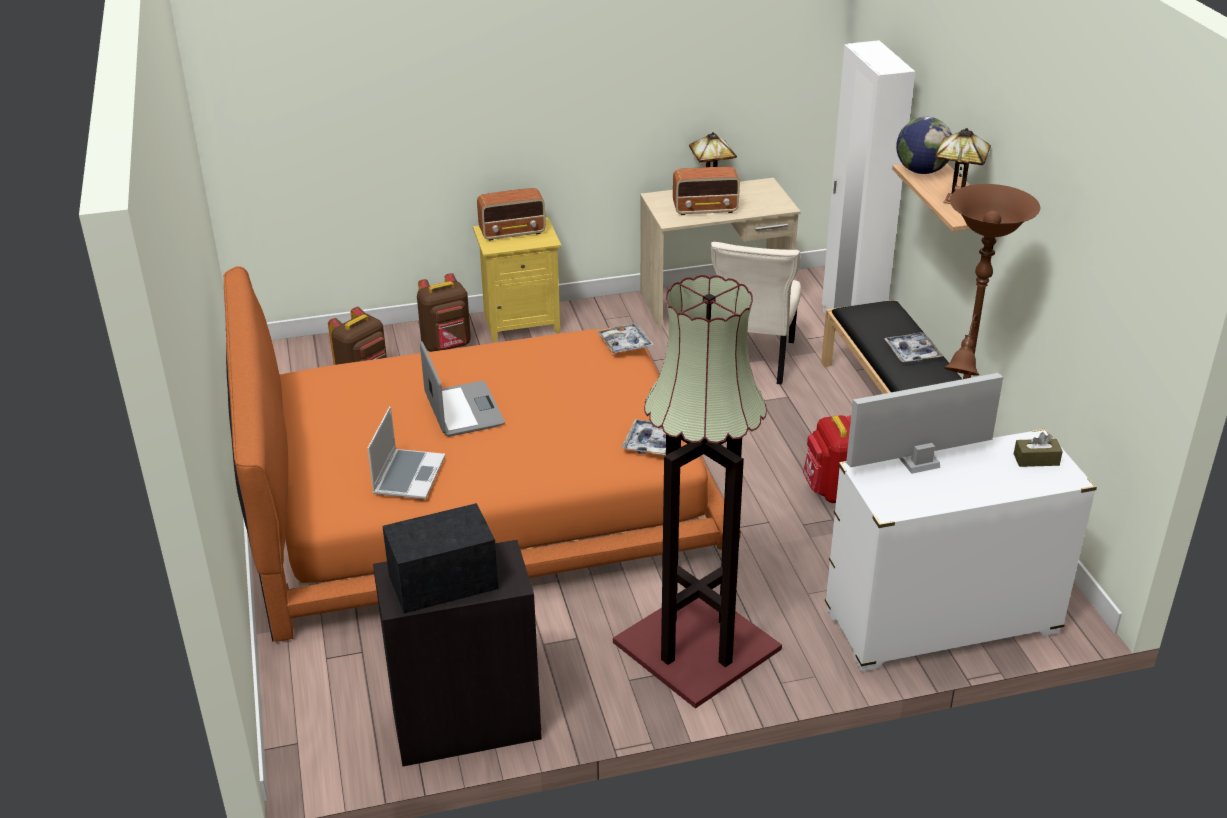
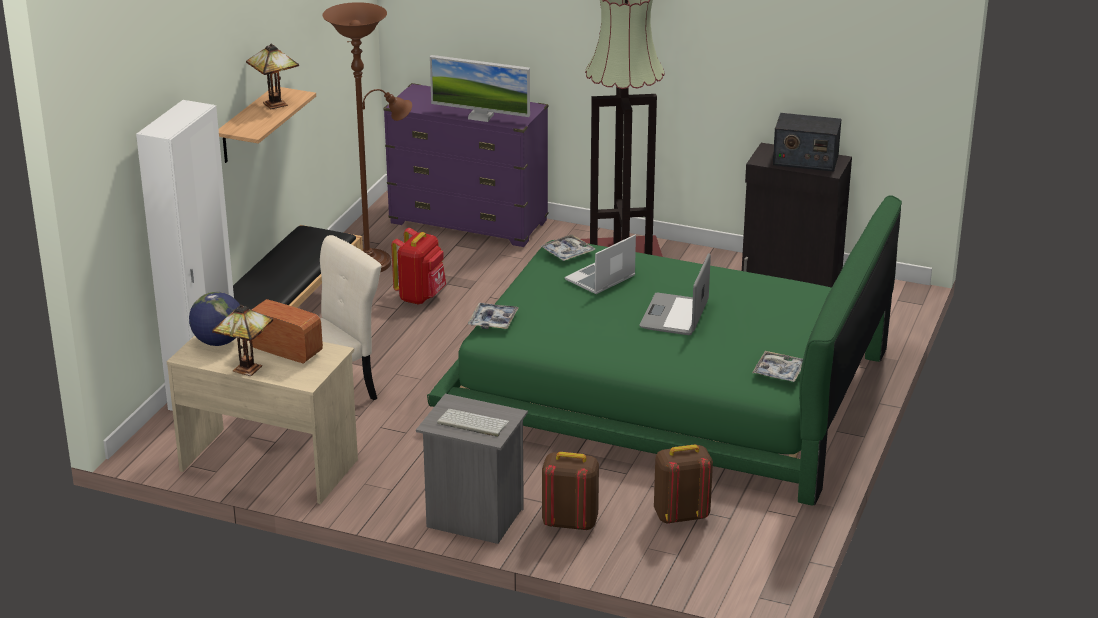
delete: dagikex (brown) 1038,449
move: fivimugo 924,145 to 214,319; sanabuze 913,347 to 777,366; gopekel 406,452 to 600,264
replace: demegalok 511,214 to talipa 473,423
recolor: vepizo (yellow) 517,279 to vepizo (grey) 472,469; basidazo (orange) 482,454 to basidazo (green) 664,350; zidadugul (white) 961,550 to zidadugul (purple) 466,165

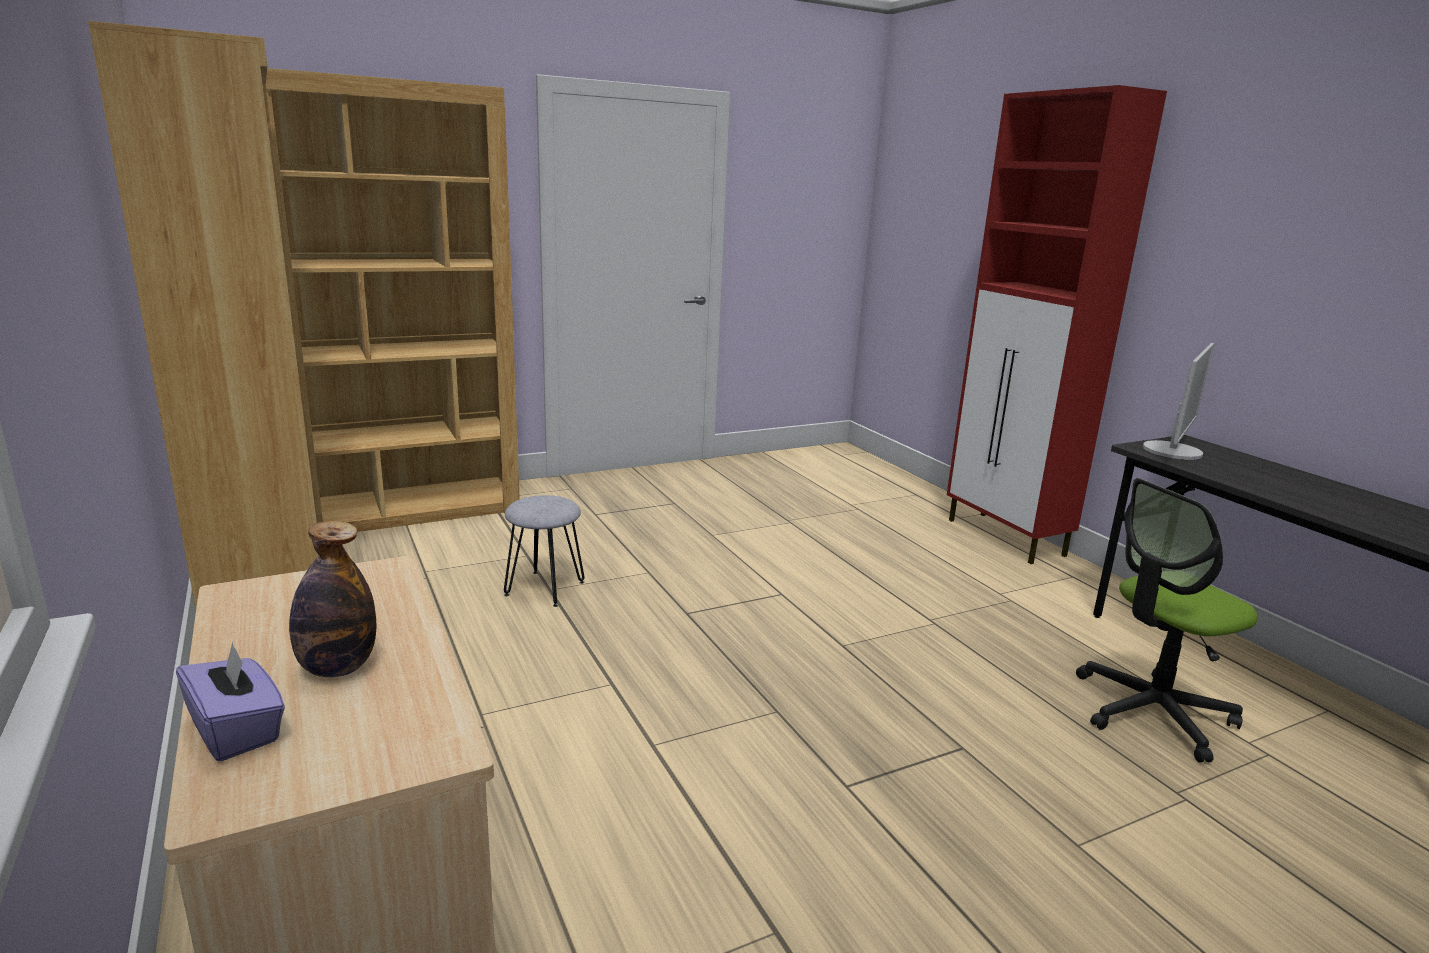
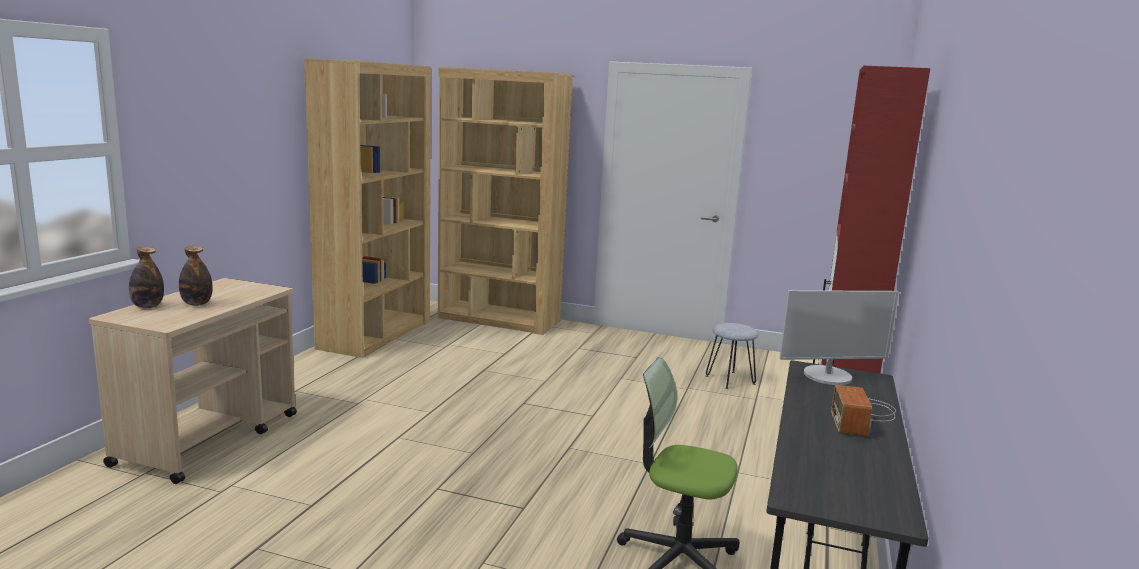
insert: demegalok 863,410
move: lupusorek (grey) 544,551 to 732,356
replace: dagikex (purple) 230,702 to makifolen 146,277

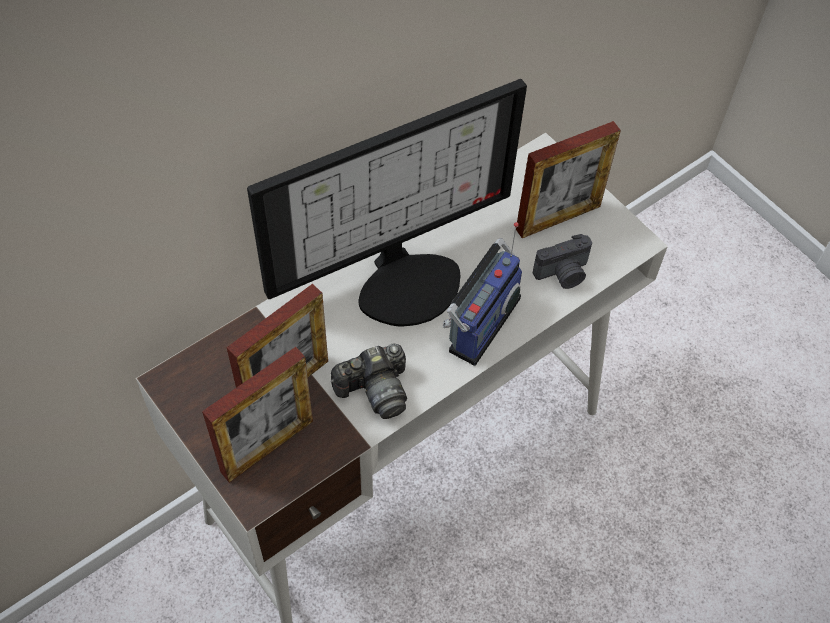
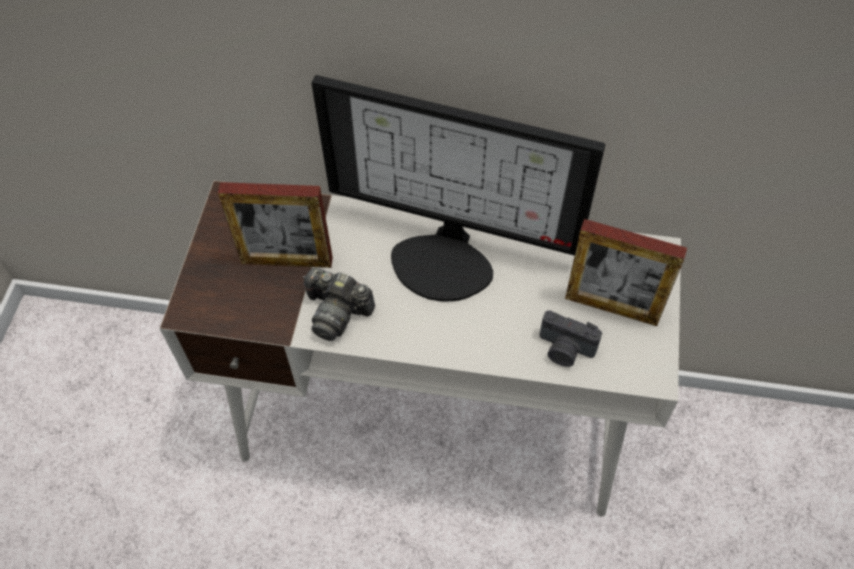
delete: demegalok 482,294; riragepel 257,415

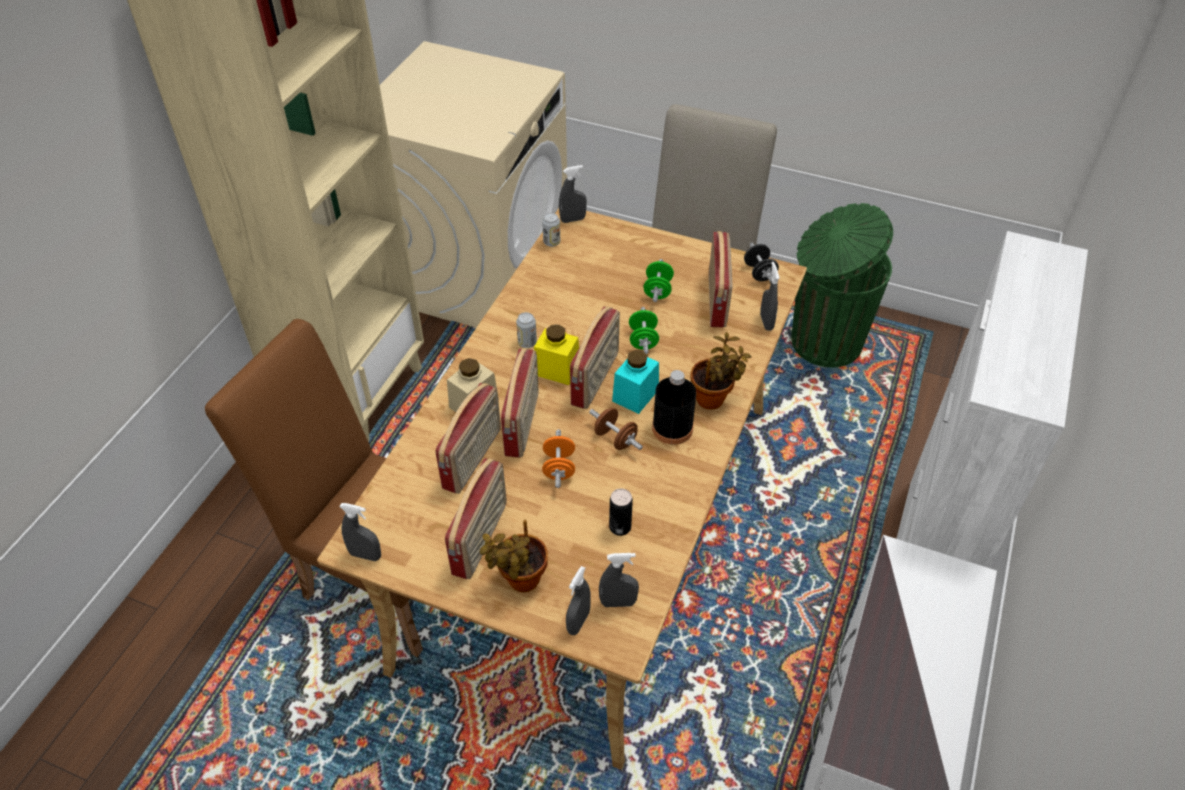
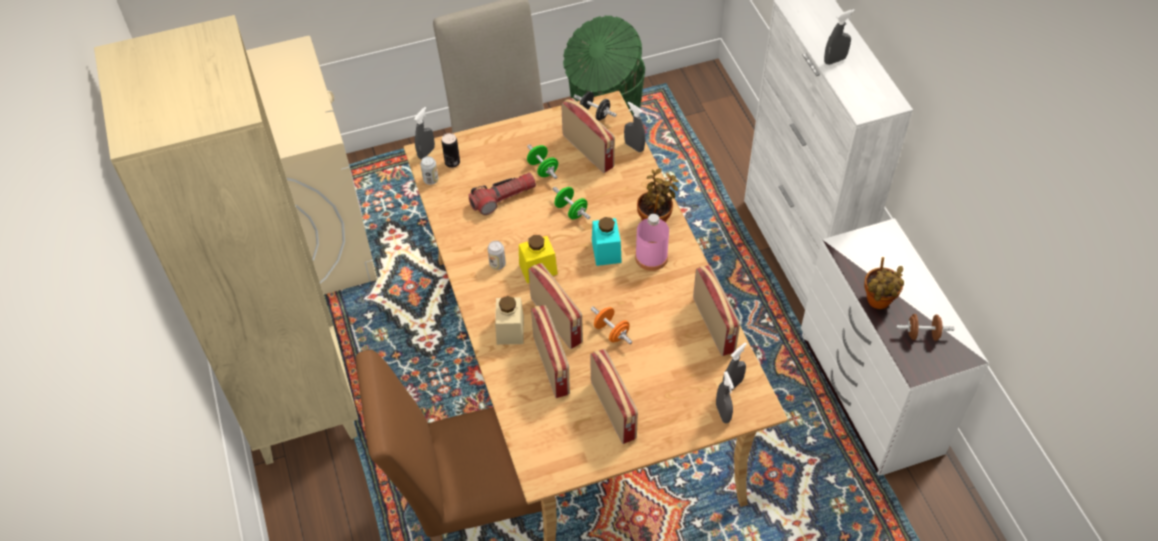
insert: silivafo 502,194
move: demegalok 595,357 to 716,310; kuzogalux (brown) 616,429 to 925,327; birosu 621,512 to 451,150; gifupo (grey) 360,532 to 839,37; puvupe 514,556 to 884,283
recolor: makifolen (black) 674,407 to makifolen (pink) 652,242

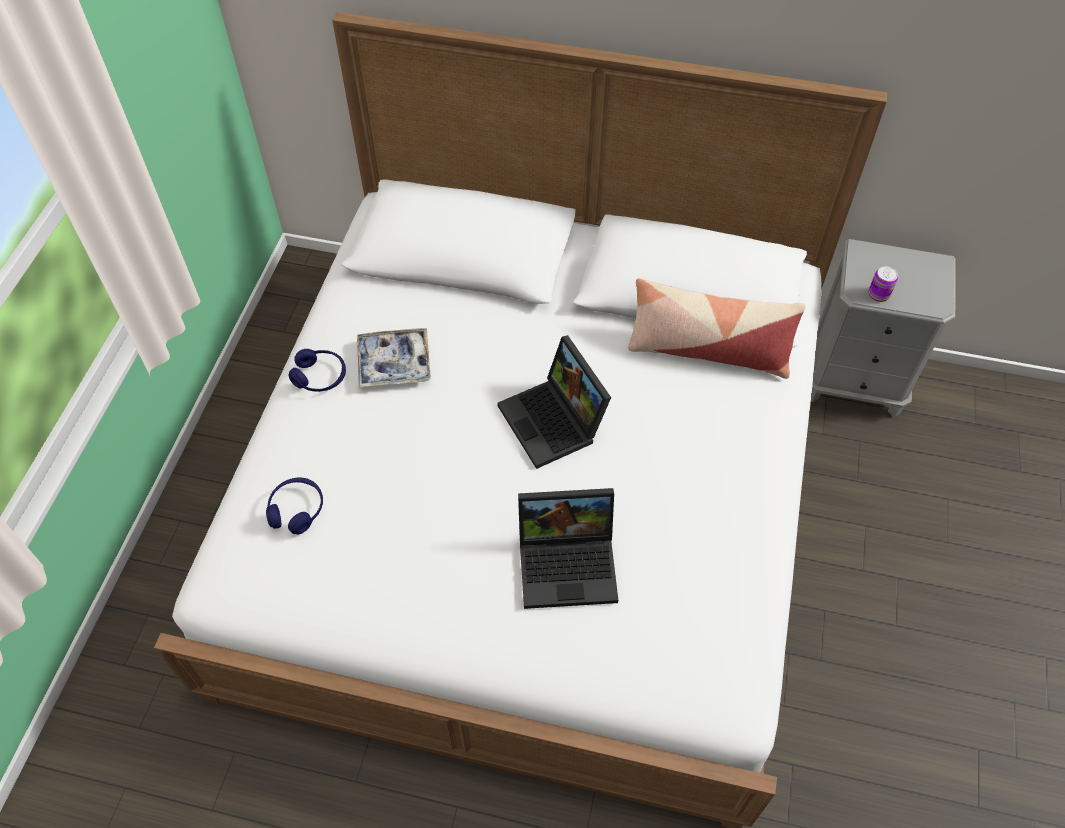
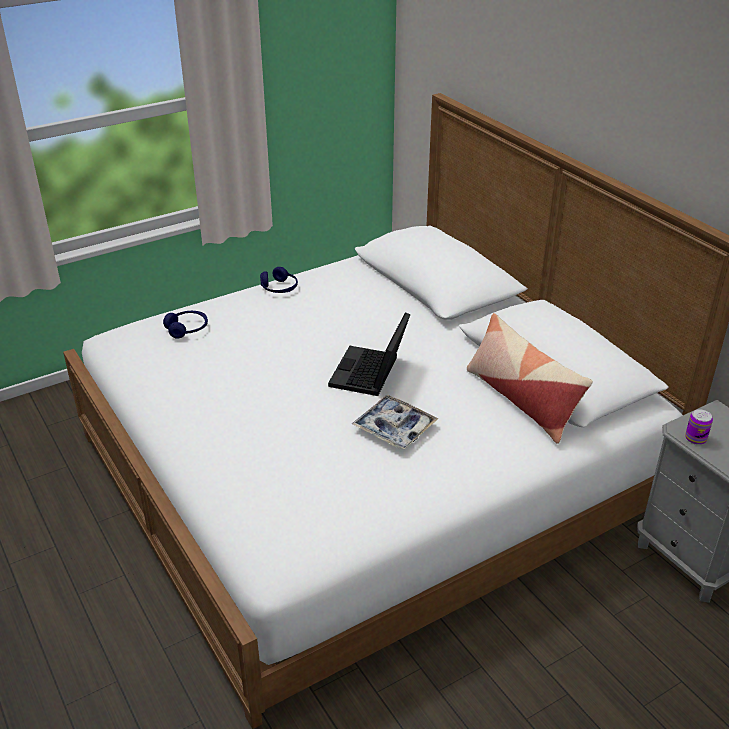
delete: gopekel 568,548
move: sanabuze 394,357 to 395,422

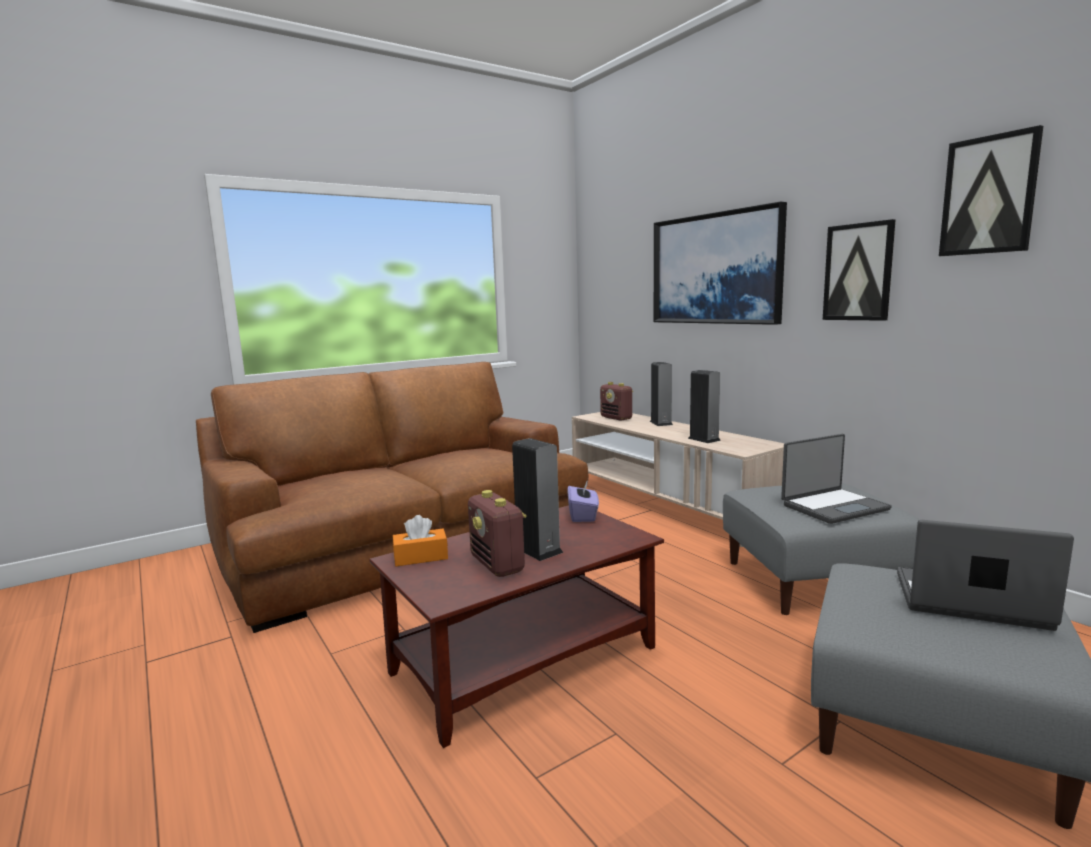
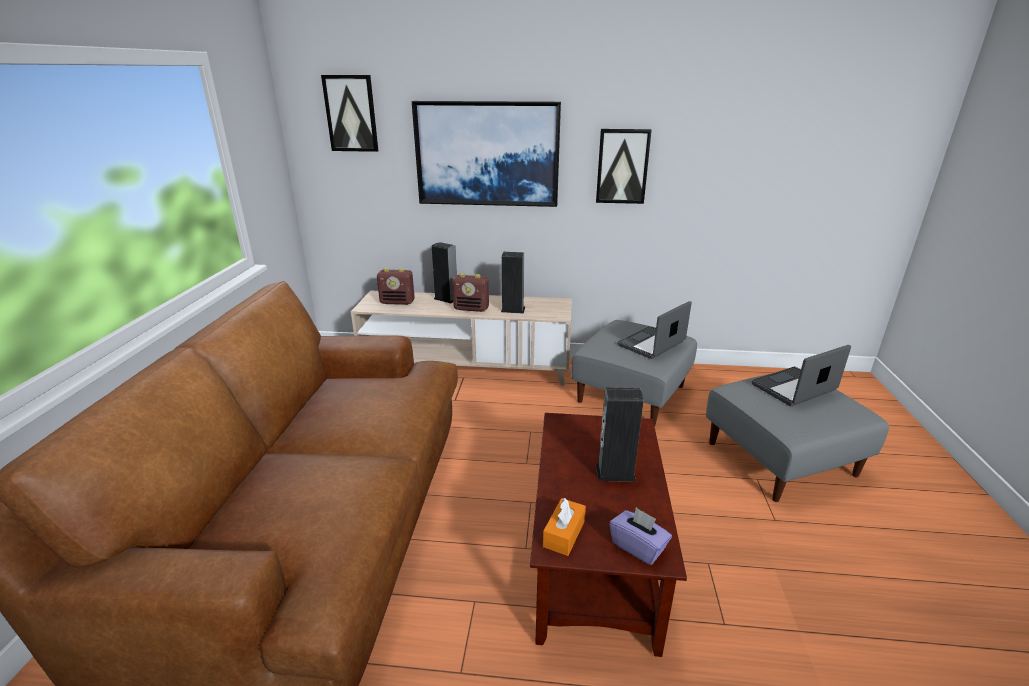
move: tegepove 991,190 to 349,113; dagikex (purple) 583,502 to 640,536; demegalok 497,533 to 470,292
rotate: gopekel 836,479 = 655,330 150 degrees counterclockwise

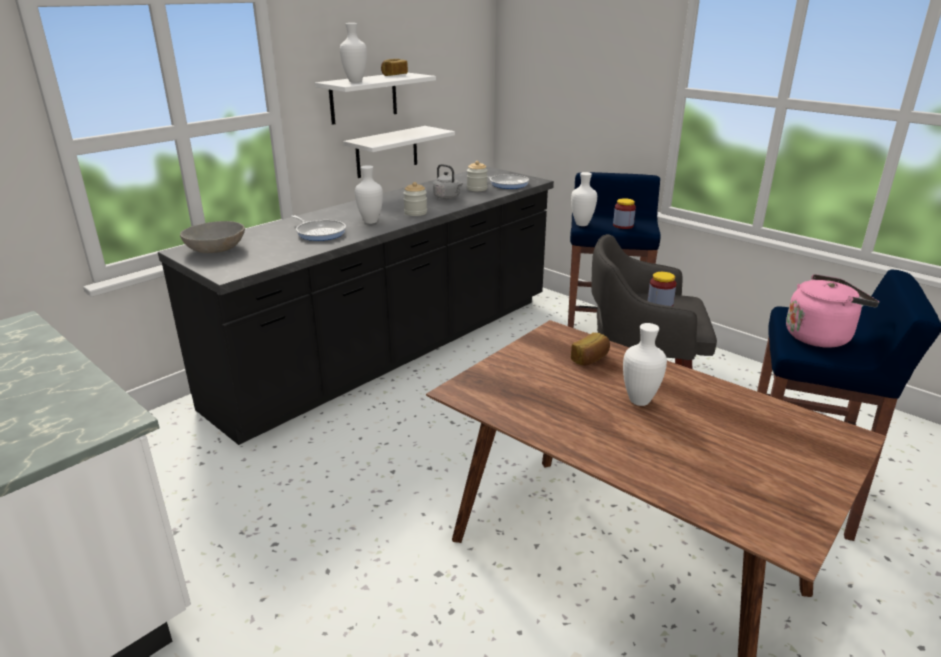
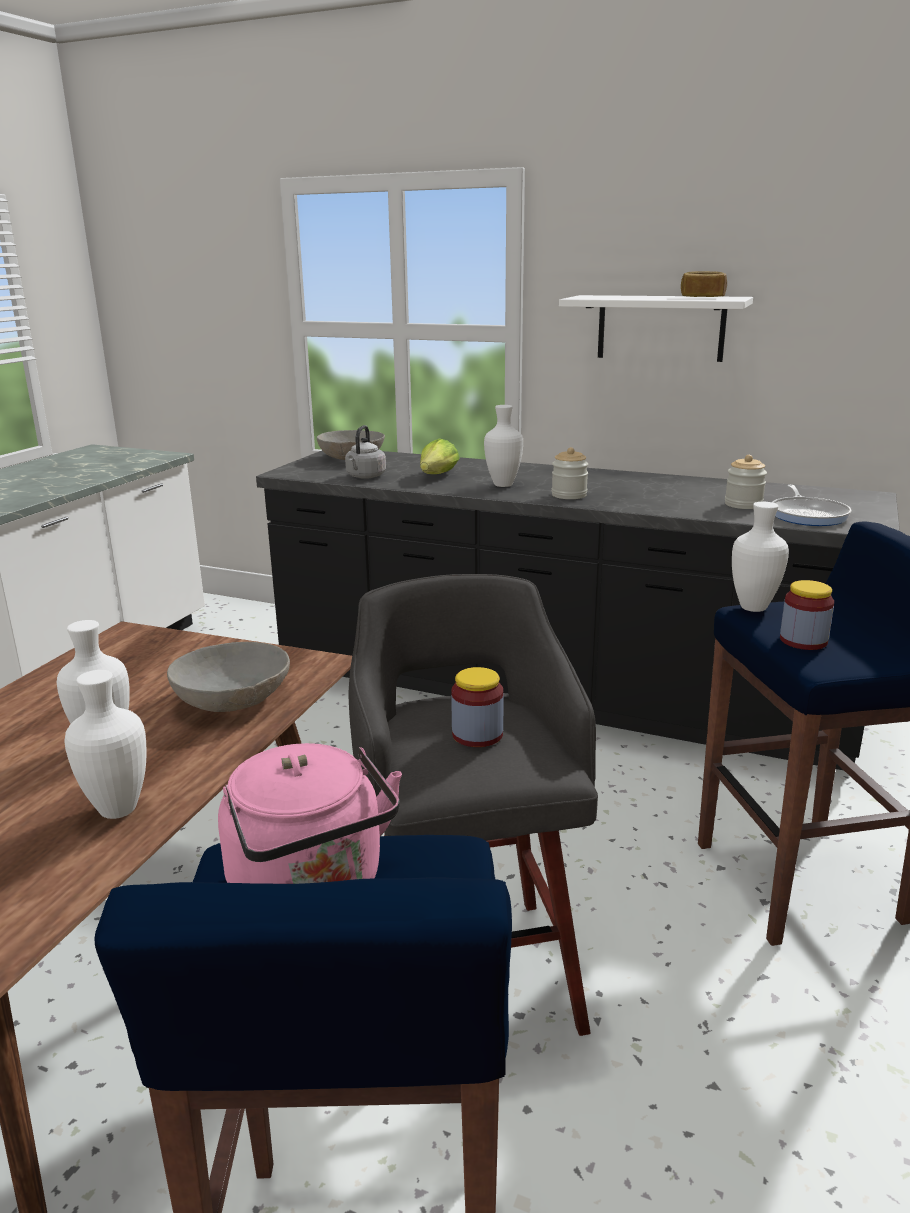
delete: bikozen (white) 399,152
move: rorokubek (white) 353,52 to 105,744; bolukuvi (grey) 448,181 to 365,452
replace: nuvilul 318,228 to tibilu 440,456; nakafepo 590,349 to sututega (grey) 228,677

